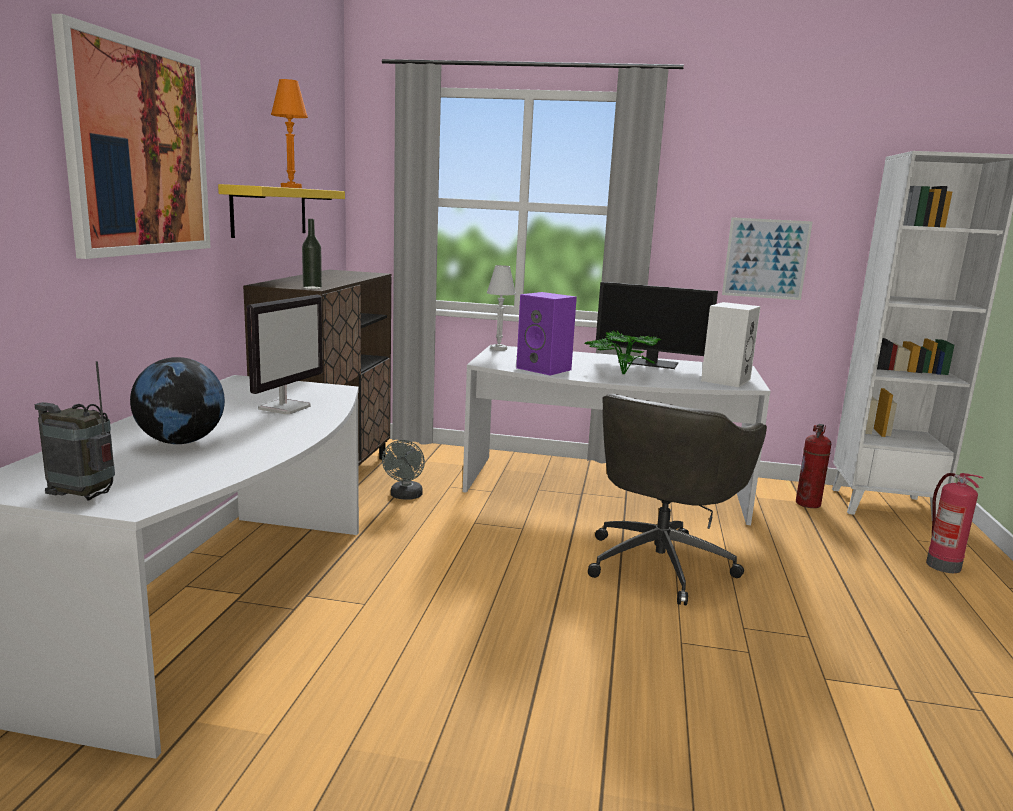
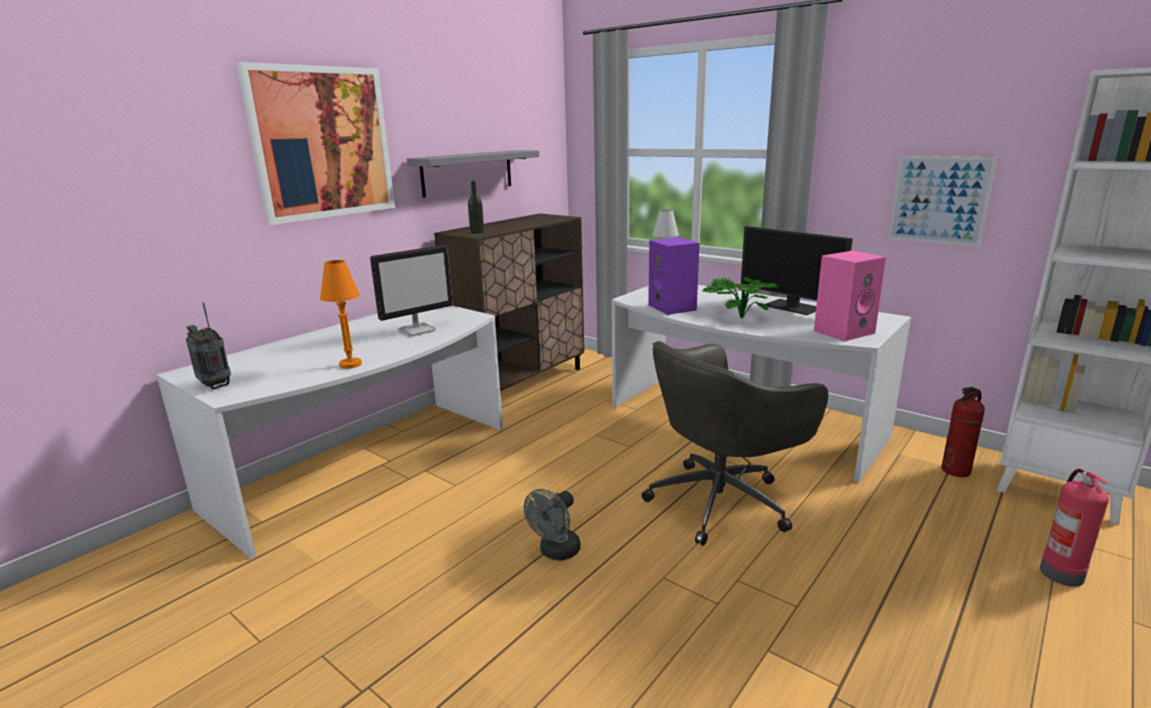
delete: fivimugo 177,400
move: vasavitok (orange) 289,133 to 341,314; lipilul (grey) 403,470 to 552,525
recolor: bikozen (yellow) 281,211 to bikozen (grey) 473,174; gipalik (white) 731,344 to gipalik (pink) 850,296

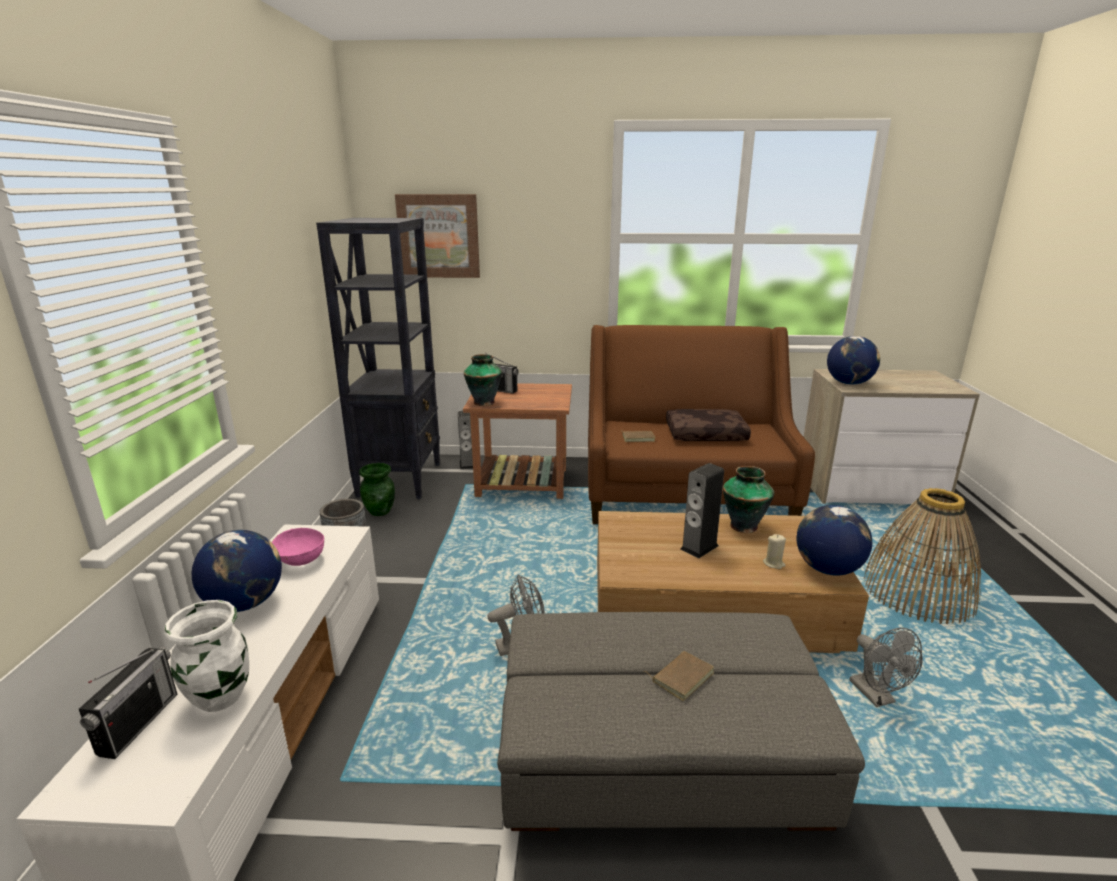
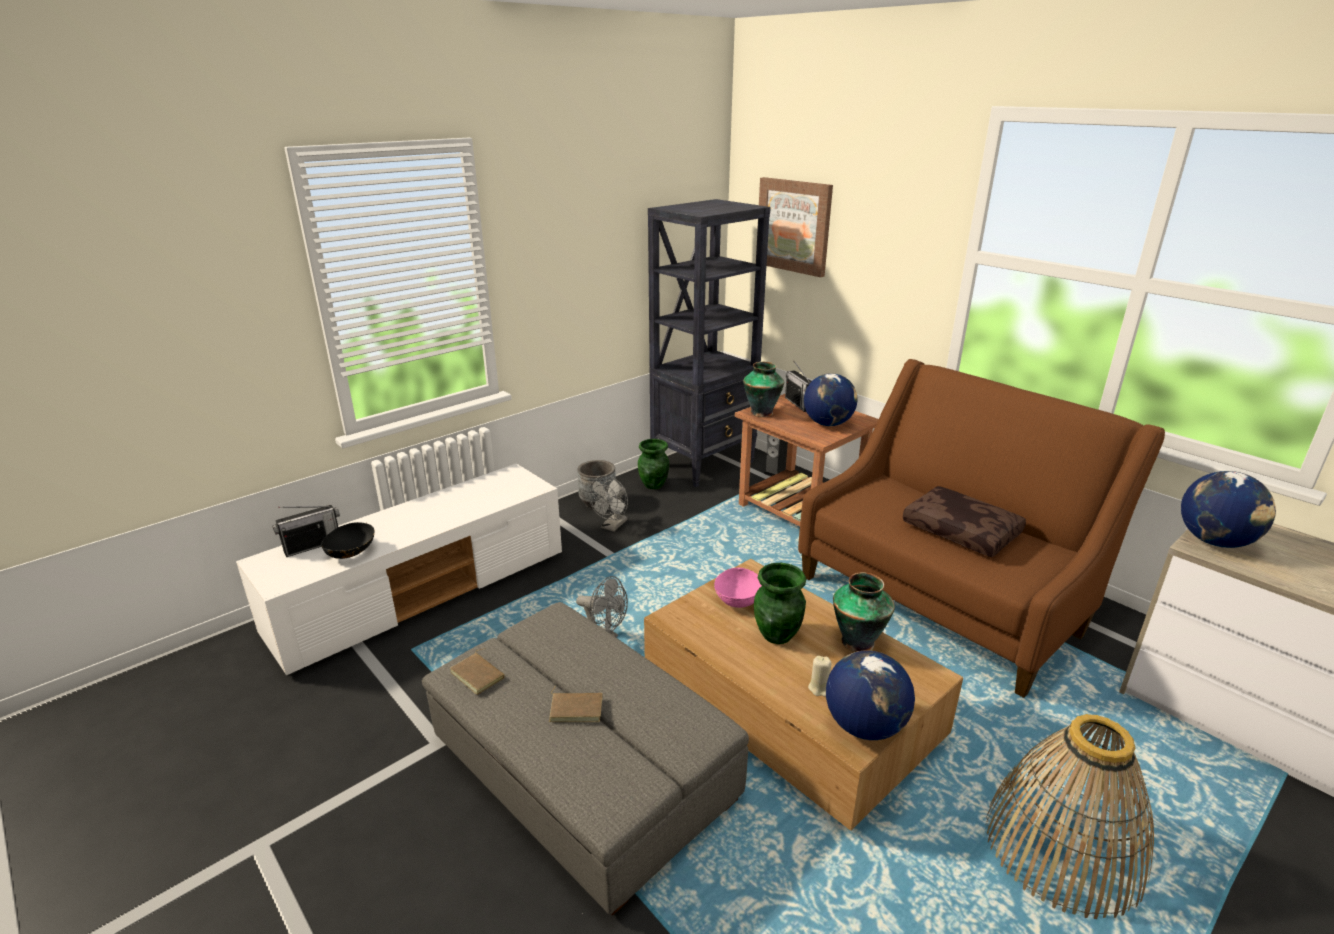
move: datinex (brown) 638,435 to 477,671; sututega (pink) 298,547 to 738,587; fivimugo 237,571 to 830,399; lipilul (grey) 886,667 to 608,504
replace: gipalik 702,510 to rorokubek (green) 780,603; rorokubek (white) 206,656 to sututega (black) 348,540

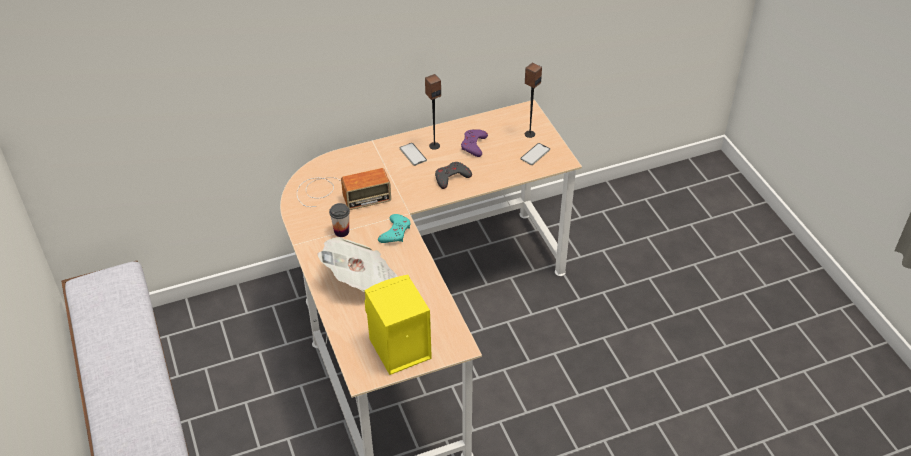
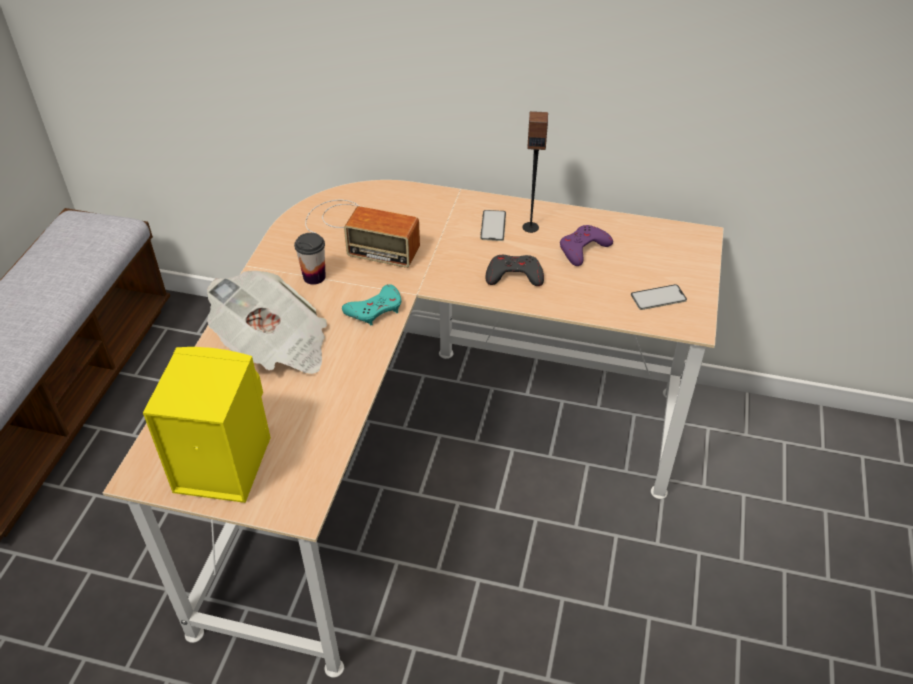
delete: gipalik 533,100

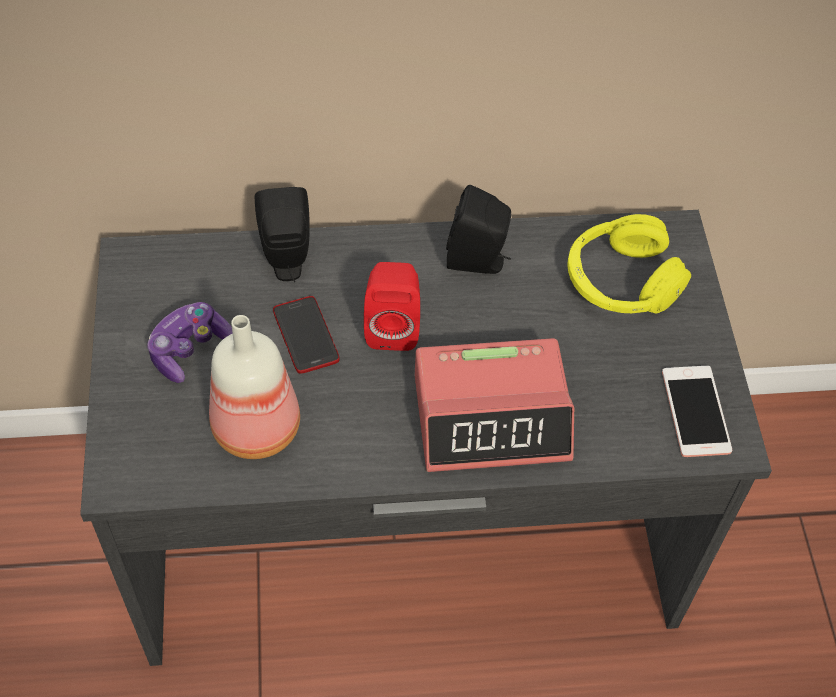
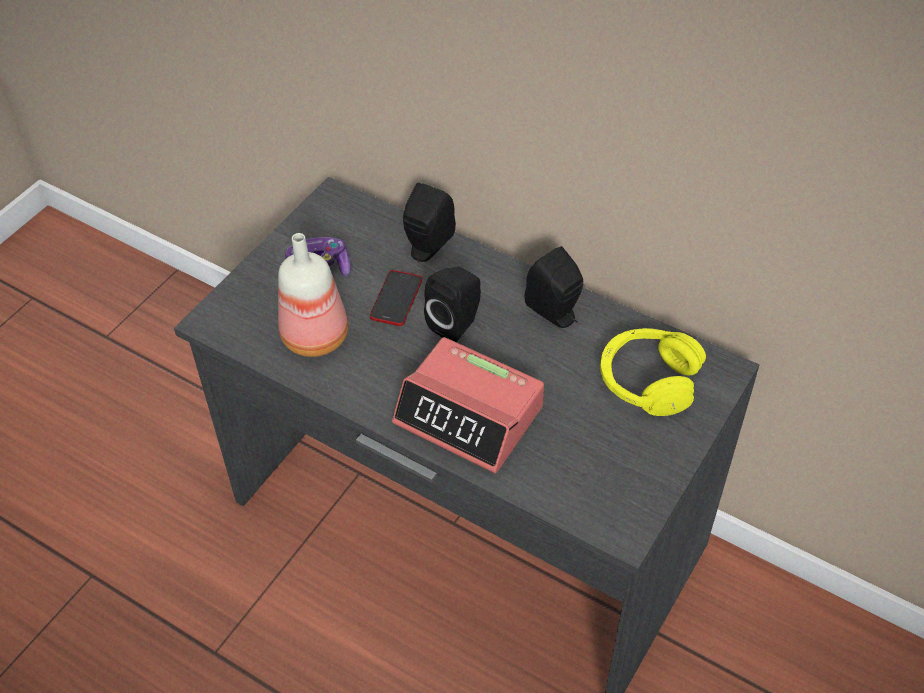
delete: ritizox 697,411
recolor: gipalik (red) 392,306 to gipalik (black) 452,304

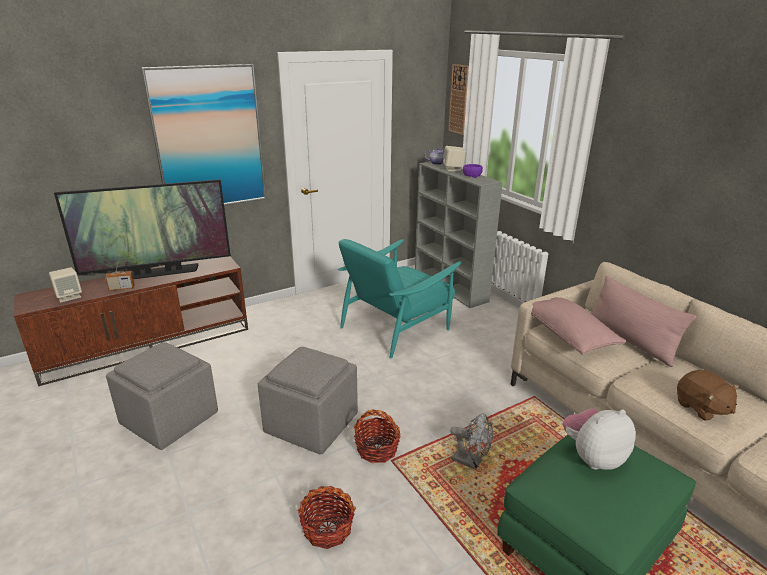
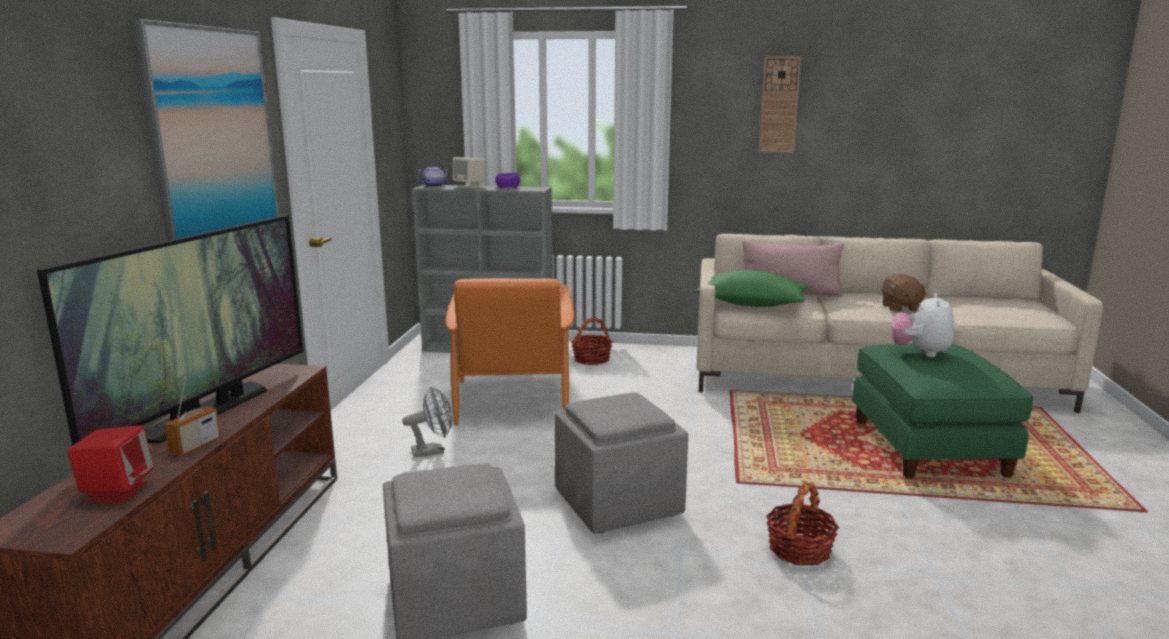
move: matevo 458,99 to 780,104; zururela 377,436 to 592,341; lipilul (grey) 471,441 to 427,422
recolor: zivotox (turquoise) 399,299 to zivotox (orange) 510,351; gipalik (beige) 65,285 to gipalik (red) 110,464; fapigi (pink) 579,325 to fapigi (green) 751,288
rotate: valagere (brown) 708,395 = 905,293 75 degrees clockwise

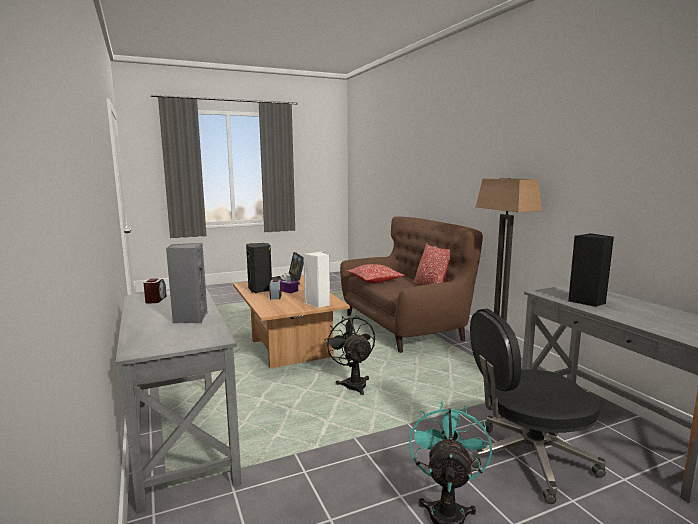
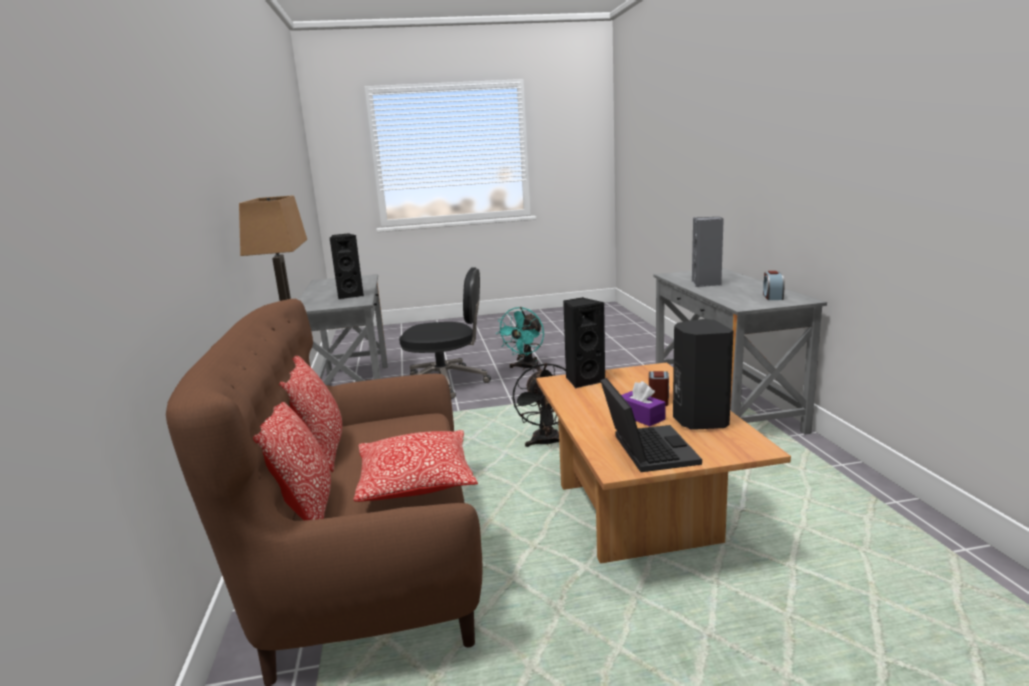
insert: fapigi 292,461
recolor: gipalik (white) 316,279 to gipalik (black) 584,342

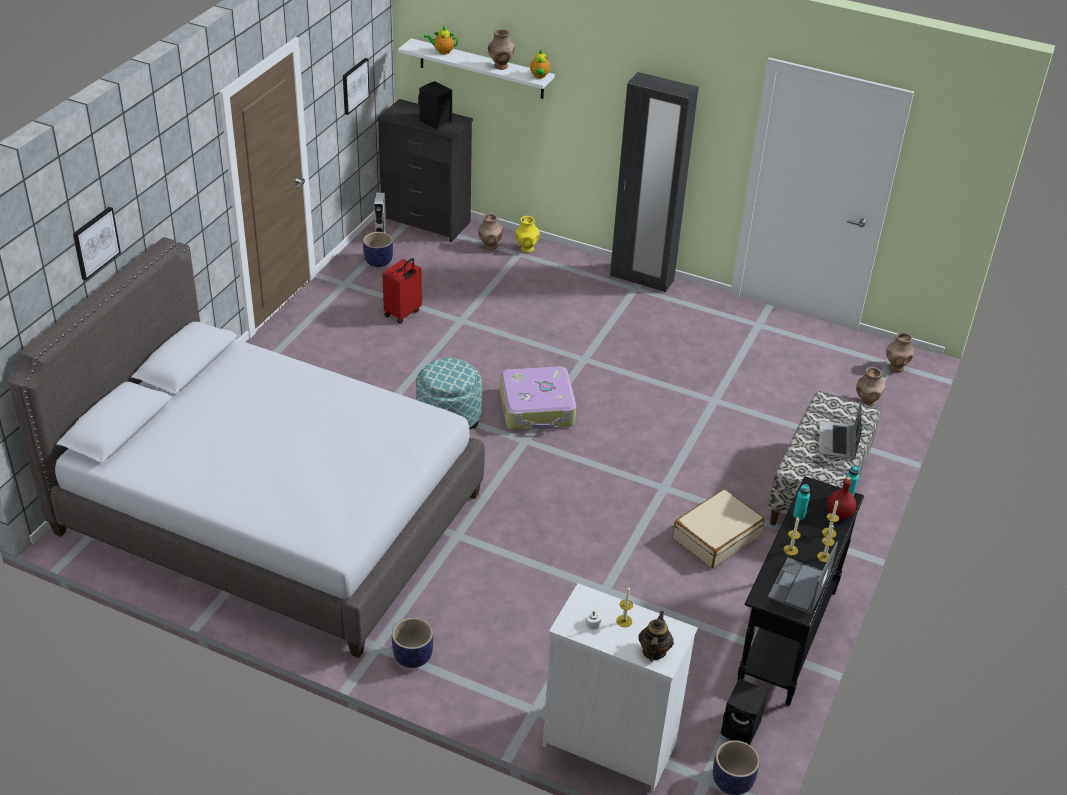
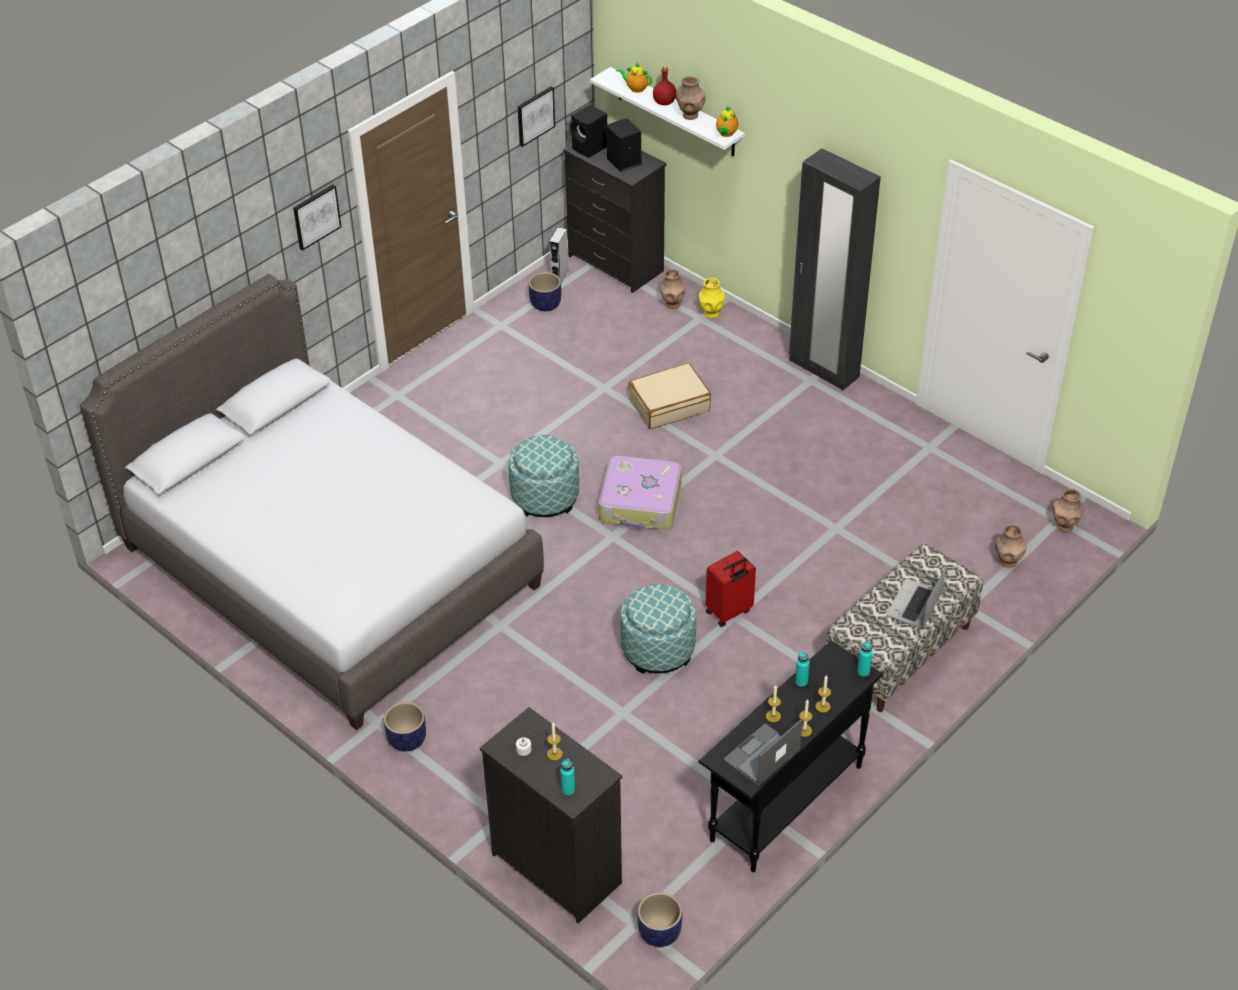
insert: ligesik 658,629
move: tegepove 97,243 to 317,218; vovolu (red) 402,291 to 731,589; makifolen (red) 841,497 to 664,85; vovolu (beige) 719,529 to 669,396; gipalik (black) 744,711 to 588,131
replace: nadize 656,636 to makifolen (turquoise) 567,777
recolor: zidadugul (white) 620,687 to zidadugul (black) 551,815

